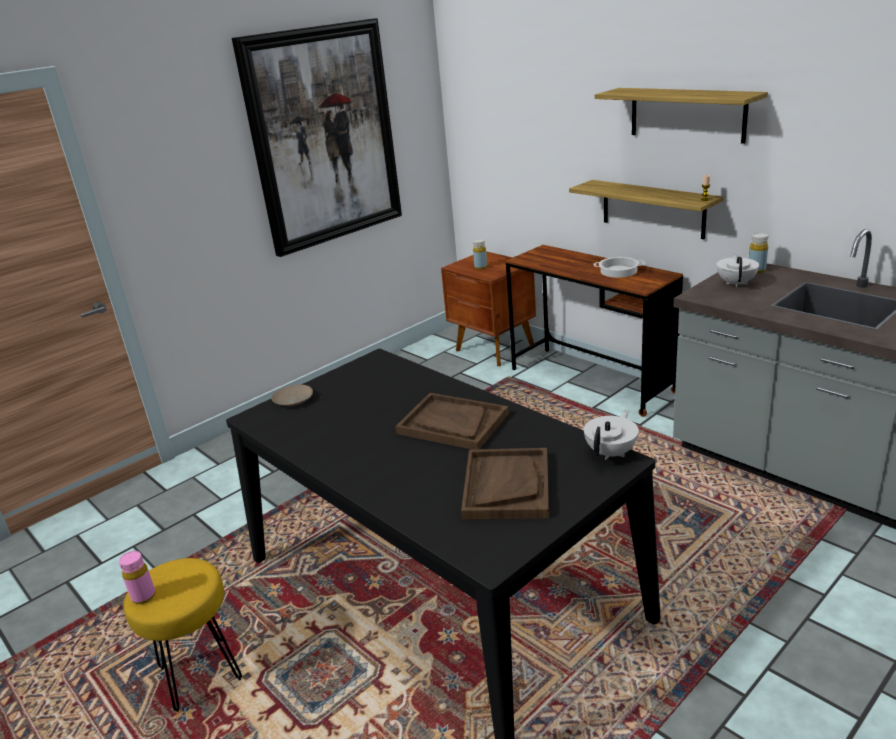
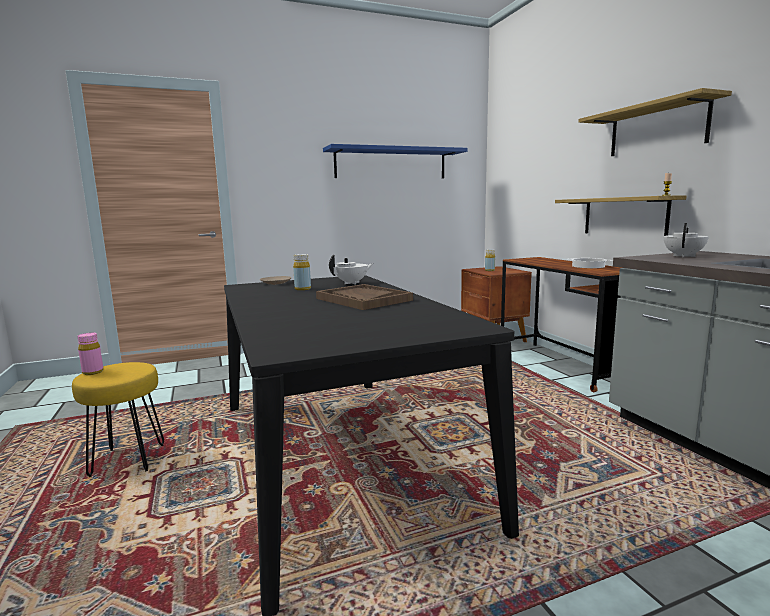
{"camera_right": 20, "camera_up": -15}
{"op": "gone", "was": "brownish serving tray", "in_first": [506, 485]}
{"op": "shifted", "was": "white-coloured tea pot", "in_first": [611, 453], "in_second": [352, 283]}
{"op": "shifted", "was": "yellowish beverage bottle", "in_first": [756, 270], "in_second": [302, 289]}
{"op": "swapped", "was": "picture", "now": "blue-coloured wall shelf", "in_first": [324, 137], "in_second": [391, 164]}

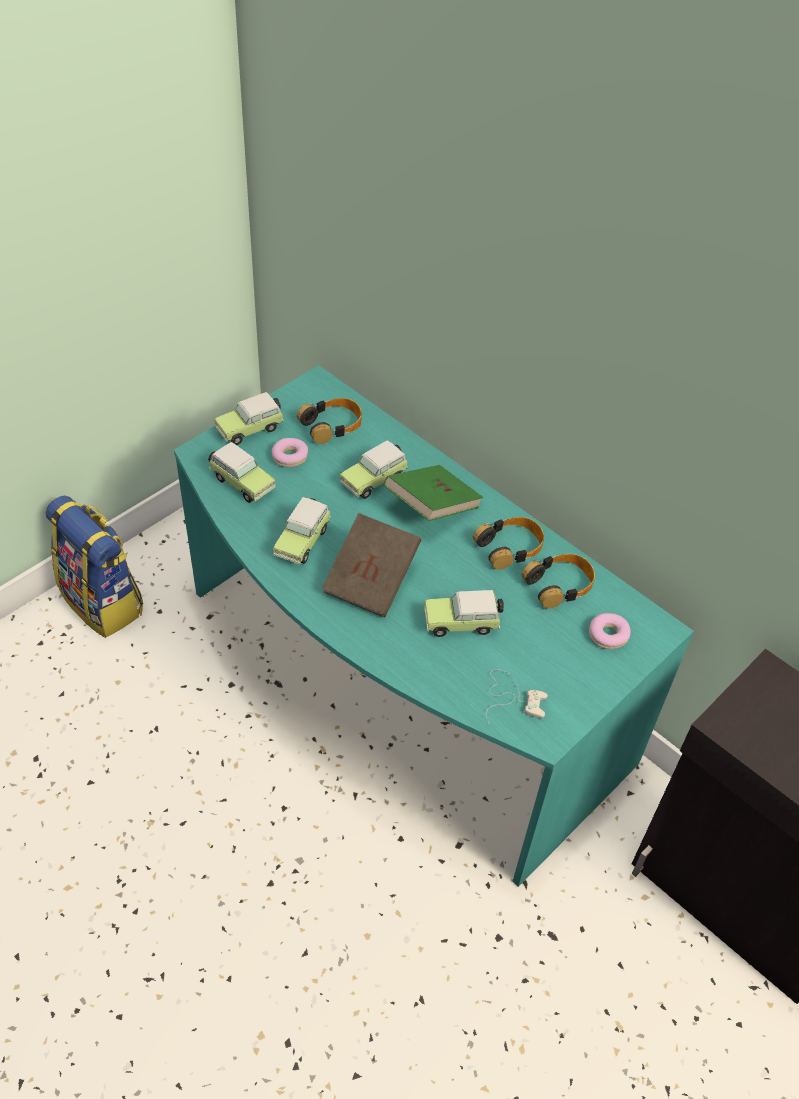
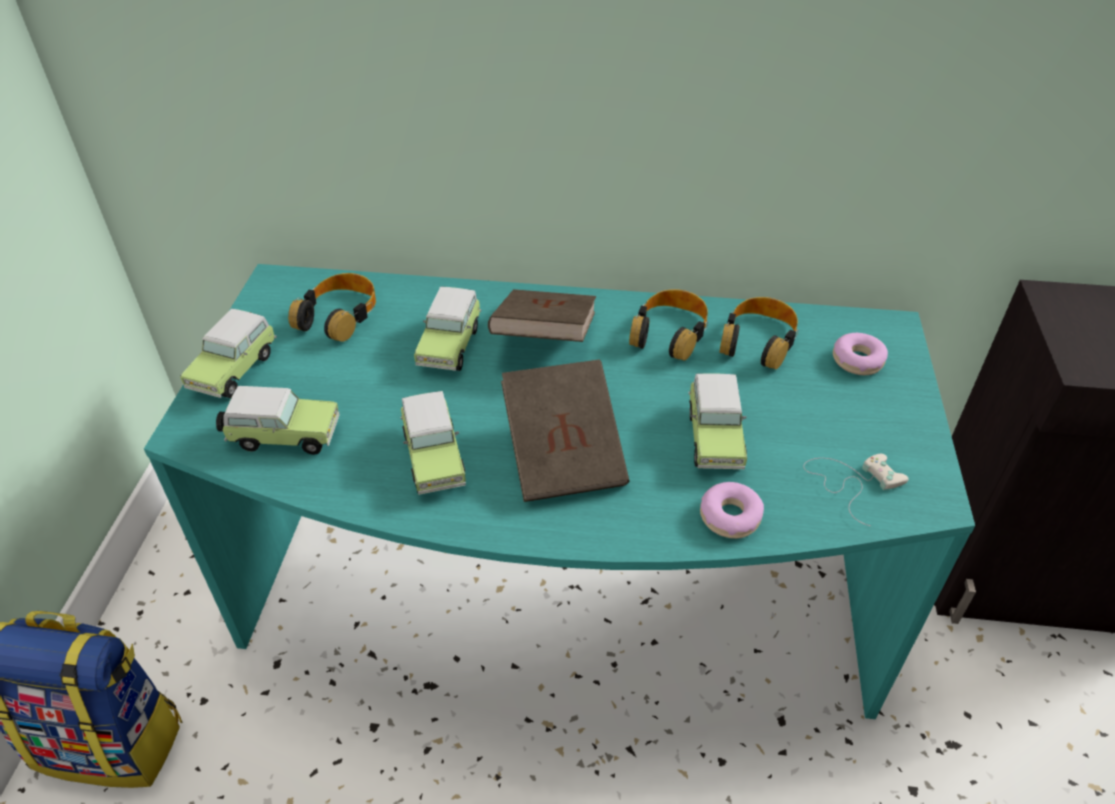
{"camera_right": -35, "camera_up": -5}
{"op": "shifted", "was": "donut", "in_first": [290, 457], "in_second": [730, 516]}
{"op": "repainted", "was": "green bound book", "now": "brownish bound book", "in_first": [432, 506], "in_second": [544, 338]}
{"op": "rotated", "was": "model car", "in_first": [463, 623], "in_second": [714, 436], "clockwise": -45}

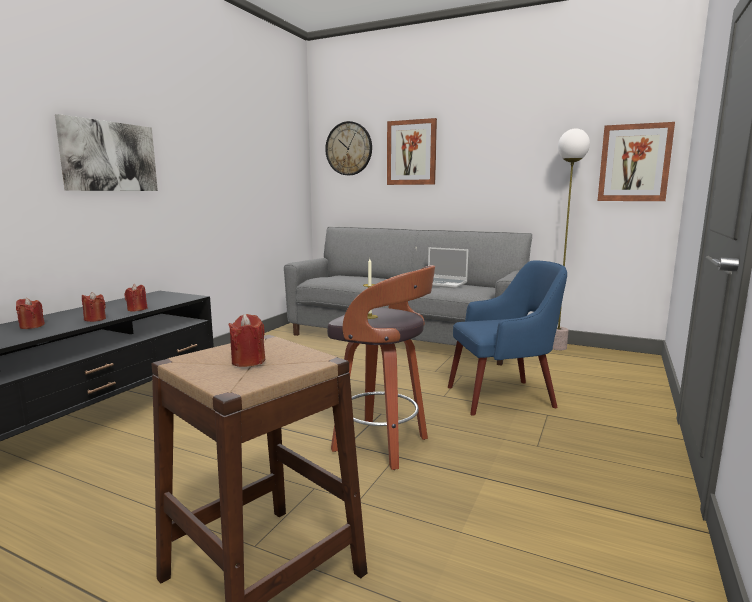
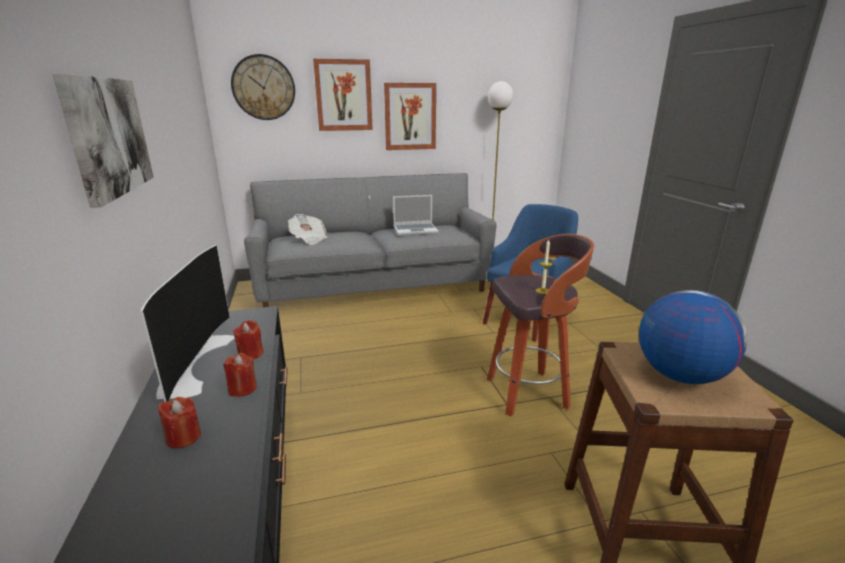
{"camera_right": -40, "camera_up": 10}
{"op": "new", "now": "television", "in_second": [193, 362]}
{"op": "new", "now": "printed paper", "in_second": [308, 239]}
{"op": "shifted", "was": "picture", "in_first": [634, 163], "in_second": [410, 116]}
{"op": "swapped", "was": "red-coloured candle", "now": "globe", "in_first": [248, 361], "in_second": [679, 375]}

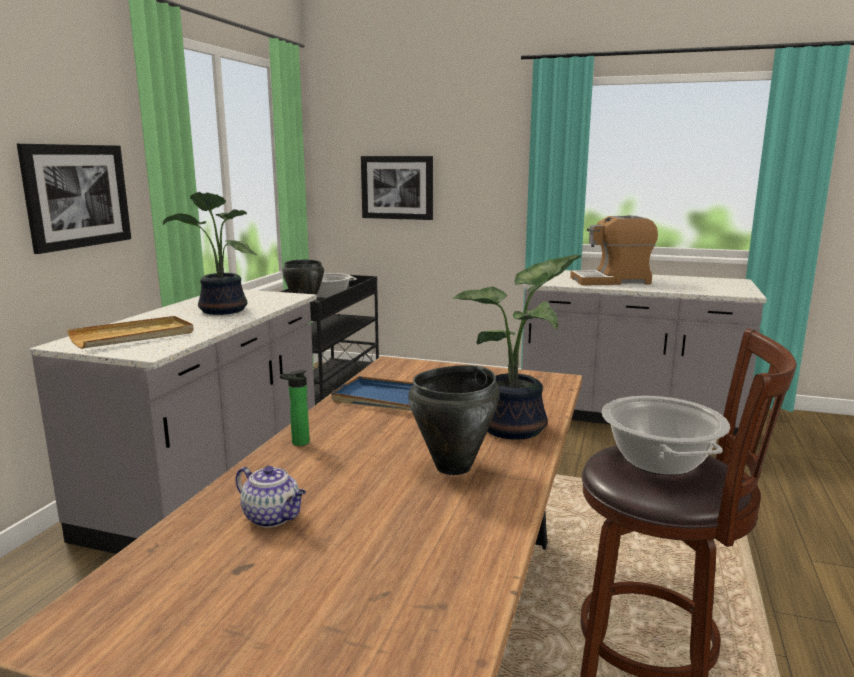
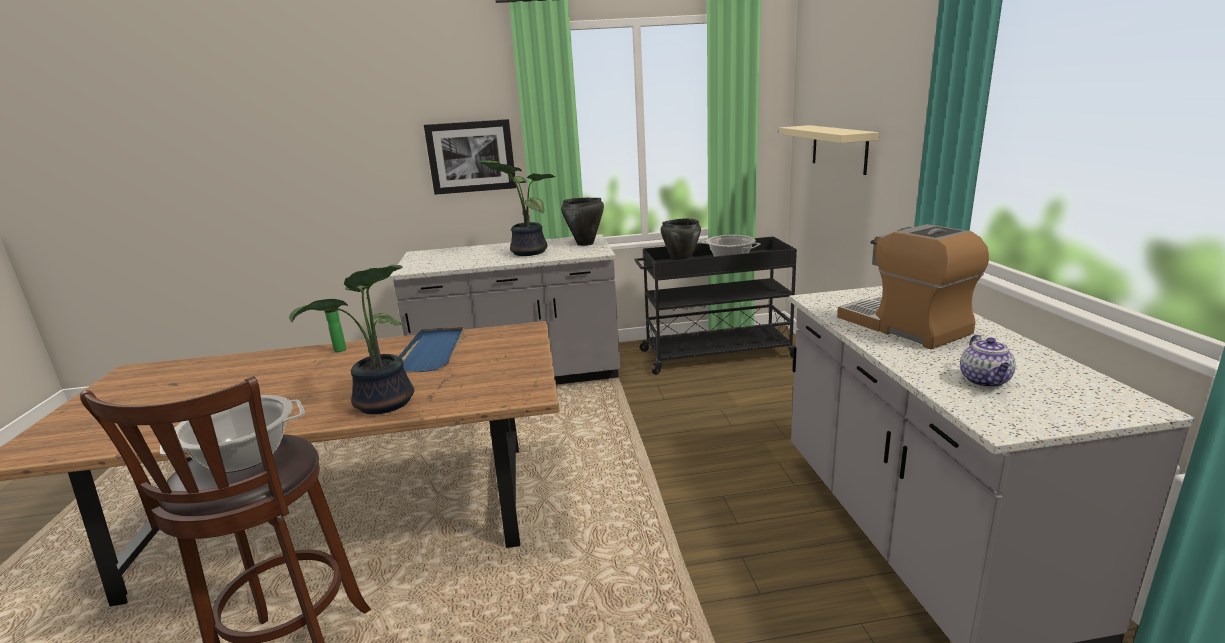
{"camera_right": 65, "camera_up": 5}
{"op": "gone", "was": "beige serving tray", "in_first": [133, 336]}
{"op": "shifted", "was": "tea pot", "in_first": [273, 517], "in_second": [985, 381]}
{"op": "shifted", "was": "blackish saucepot", "in_first": [454, 467], "in_second": [585, 244]}
{"op": "swapped", "was": "picture", "now": "beige wall shelf", "in_first": [397, 187], "in_second": [839, 148]}

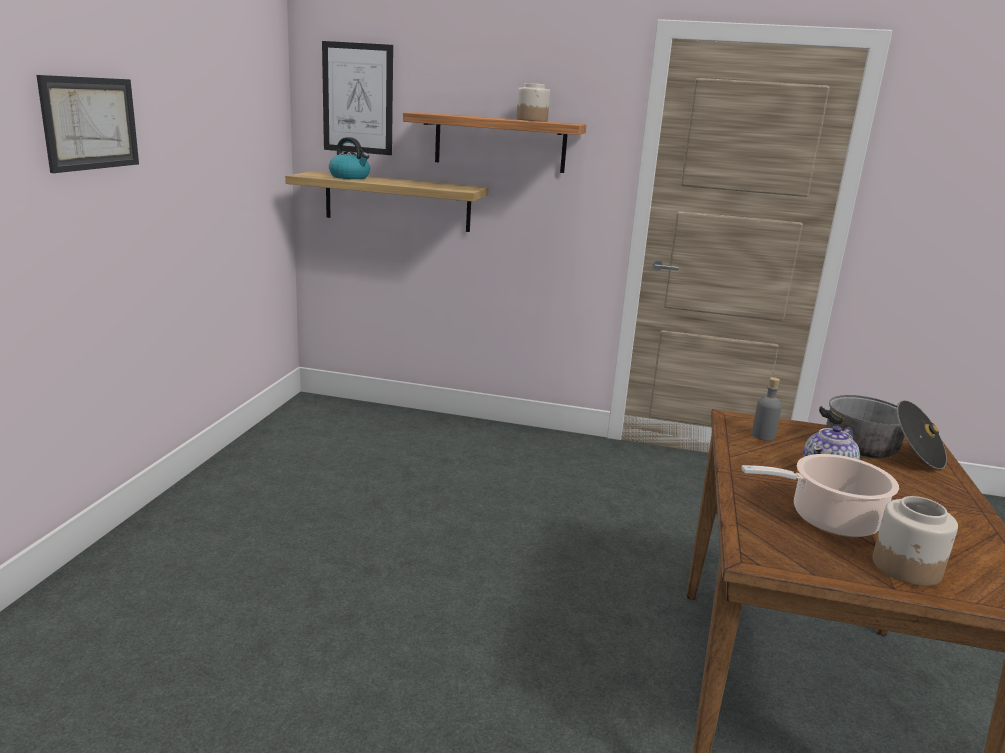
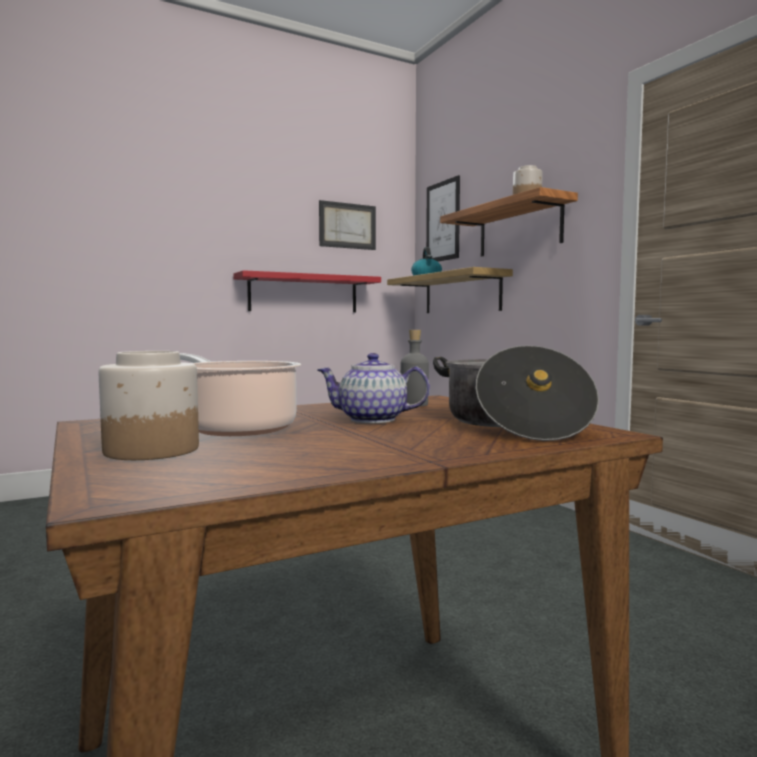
{"camera_right": 50, "camera_up": -15}
{"op": "new", "now": "red-coloured wall shelf", "in_second": [303, 294]}
{"op": "shifted", "was": "picture", "in_first": [90, 123], "in_second": [347, 226]}

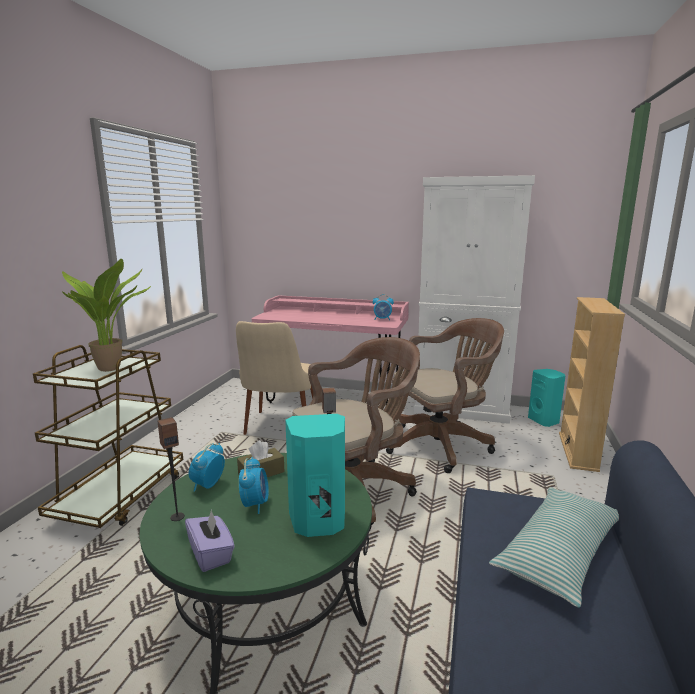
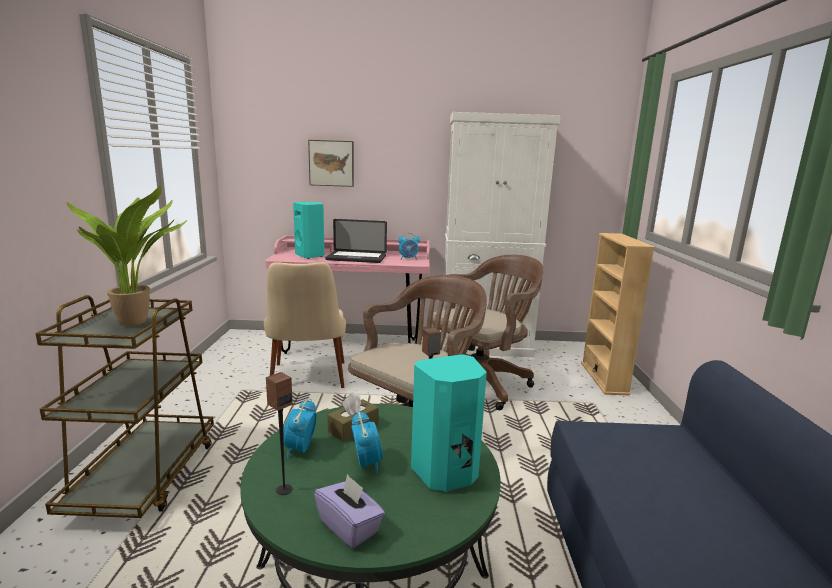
{"camera_right": -15, "camera_up": 0}
{"op": "gone", "was": "cushion", "in_first": [559, 553]}
{"op": "new", "now": "picture", "in_second": [331, 163]}
{"op": "new", "now": "notebook computer", "in_second": [356, 258]}
{"op": "shifted", "was": "blue-green audio speaker", "in_first": [544, 421], "in_second": [310, 256]}

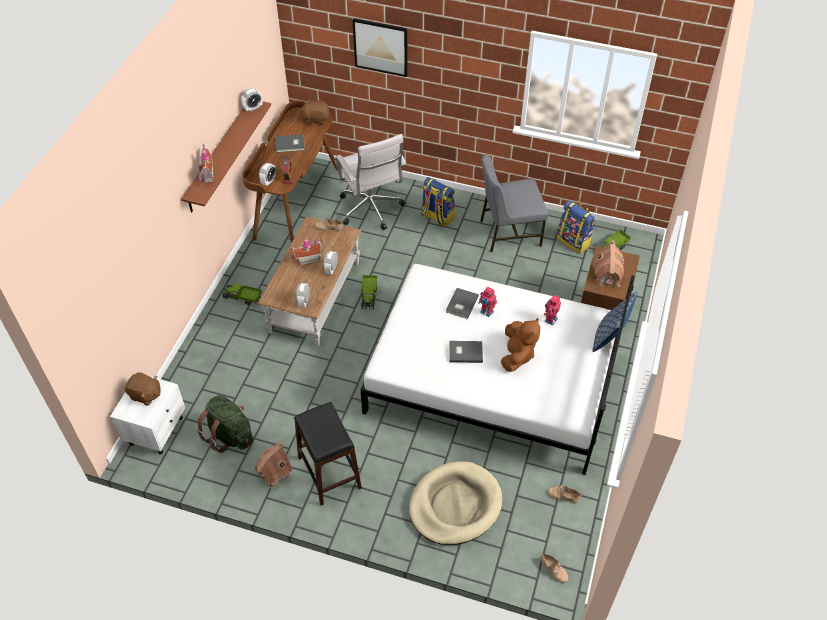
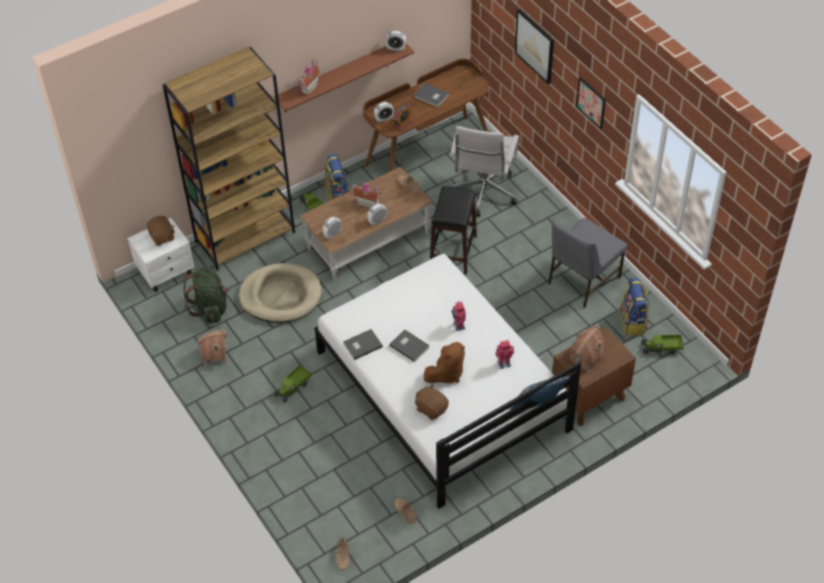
{"camera_right": 40, "camera_up": 0}
{"op": "new", "now": "brownish bookcase", "in_second": [245, 236]}
{"op": "new", "now": "picture", "in_second": [591, 102]}
{"op": "shifted", "was": "blackish sitting stool", "in_first": [329, 472], "in_second": [453, 252]}
{"op": "shifted", "was": "brownish soft toy", "in_first": [316, 119], "in_second": [431, 408]}
{"op": "shifted", "was": "model truck", "in_first": [369, 296], "in_second": [293, 388]}
{"op": "shifted", "was": "beige dog bed", "in_first": [455, 505], "in_second": [281, 296]}
{"op": "shifted", "was": "rucksack", "in_first": [437, 217], "in_second": [337, 197]}
{"op": "shifted", "was": "gray bound book", "in_first": [461, 304], "in_second": [362, 345]}
{"op": "rotated", "was": "gray upright chair", "in_first": [509, 232], "in_second": [582, 280], "clockwise": -75}

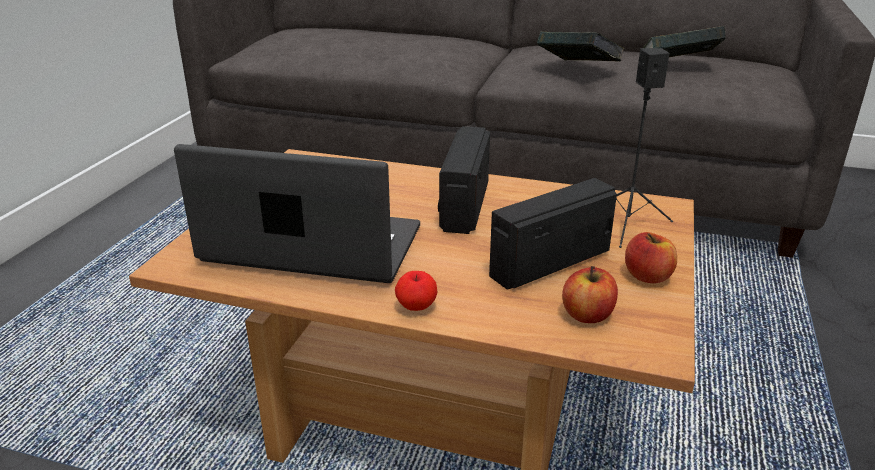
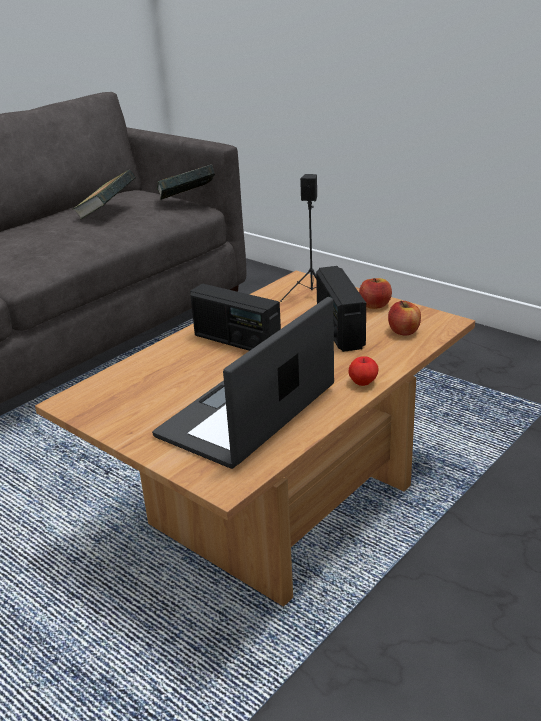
{"camera_right": -65, "camera_up": 0}
{"op": "shifted", "was": "bound book", "in_first": [577, 69], "in_second": [187, 200]}

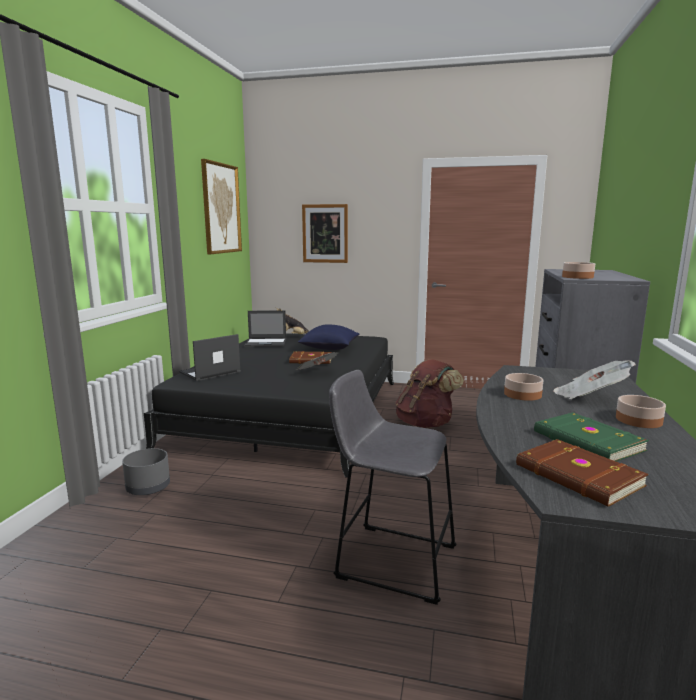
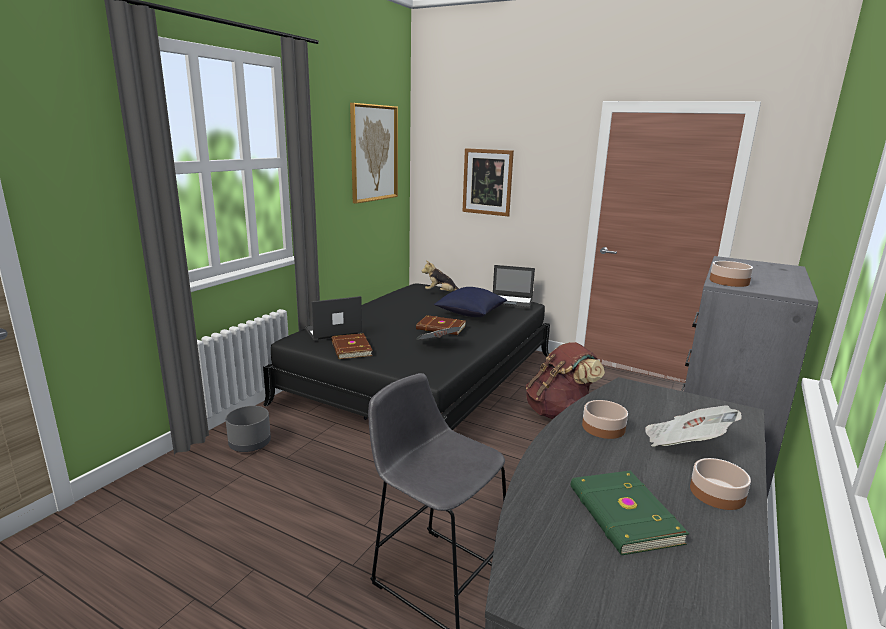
{"camera_right": 15, "camera_up": 5}
{"op": "shifted", "was": "notebook computer", "in_first": [266, 343], "in_second": [511, 302]}
{"op": "shifted", "was": "brownish bound book", "in_first": [578, 476], "in_second": [350, 349]}

